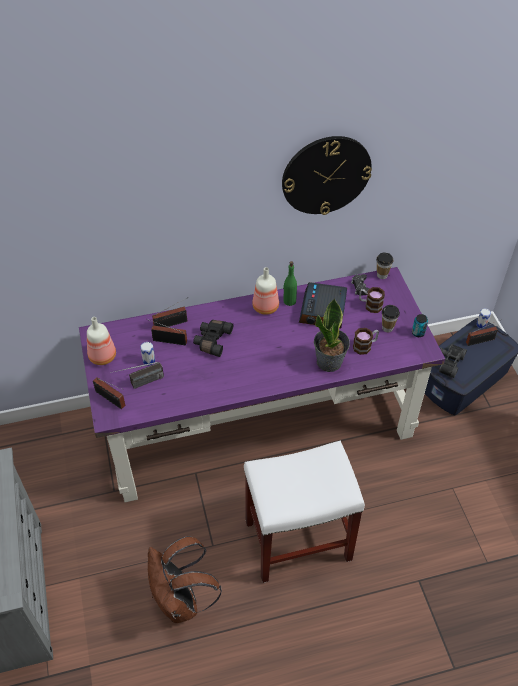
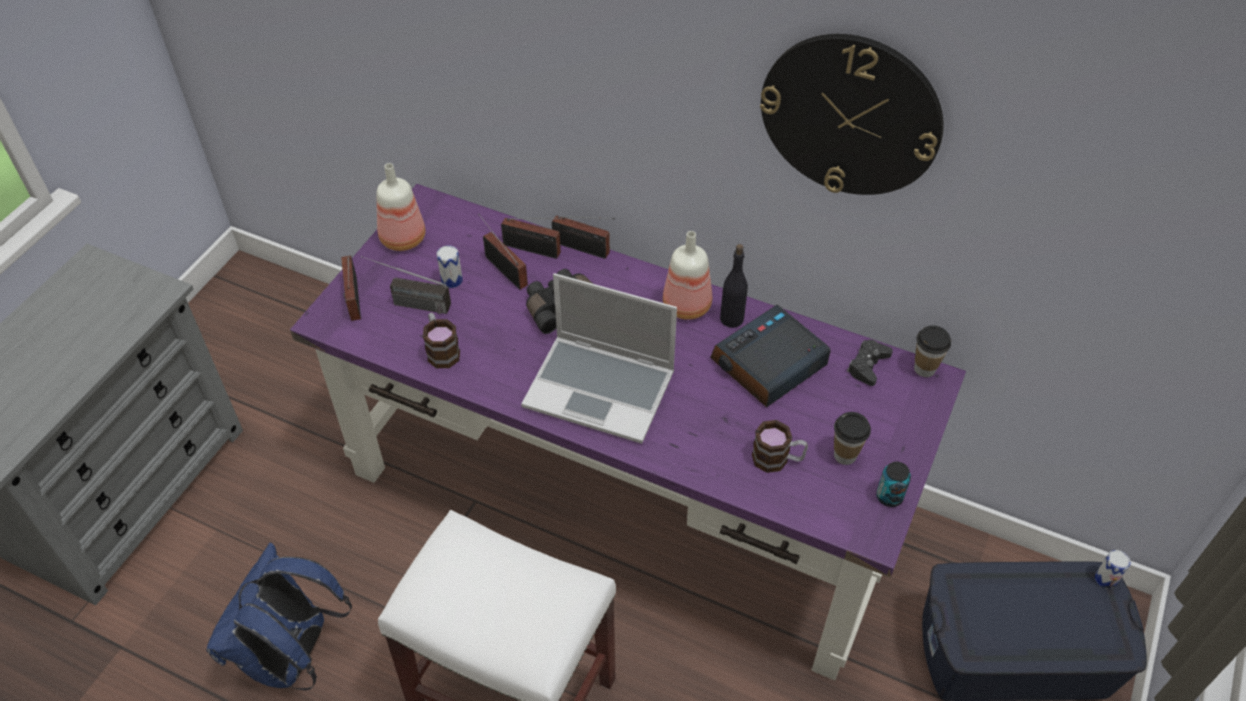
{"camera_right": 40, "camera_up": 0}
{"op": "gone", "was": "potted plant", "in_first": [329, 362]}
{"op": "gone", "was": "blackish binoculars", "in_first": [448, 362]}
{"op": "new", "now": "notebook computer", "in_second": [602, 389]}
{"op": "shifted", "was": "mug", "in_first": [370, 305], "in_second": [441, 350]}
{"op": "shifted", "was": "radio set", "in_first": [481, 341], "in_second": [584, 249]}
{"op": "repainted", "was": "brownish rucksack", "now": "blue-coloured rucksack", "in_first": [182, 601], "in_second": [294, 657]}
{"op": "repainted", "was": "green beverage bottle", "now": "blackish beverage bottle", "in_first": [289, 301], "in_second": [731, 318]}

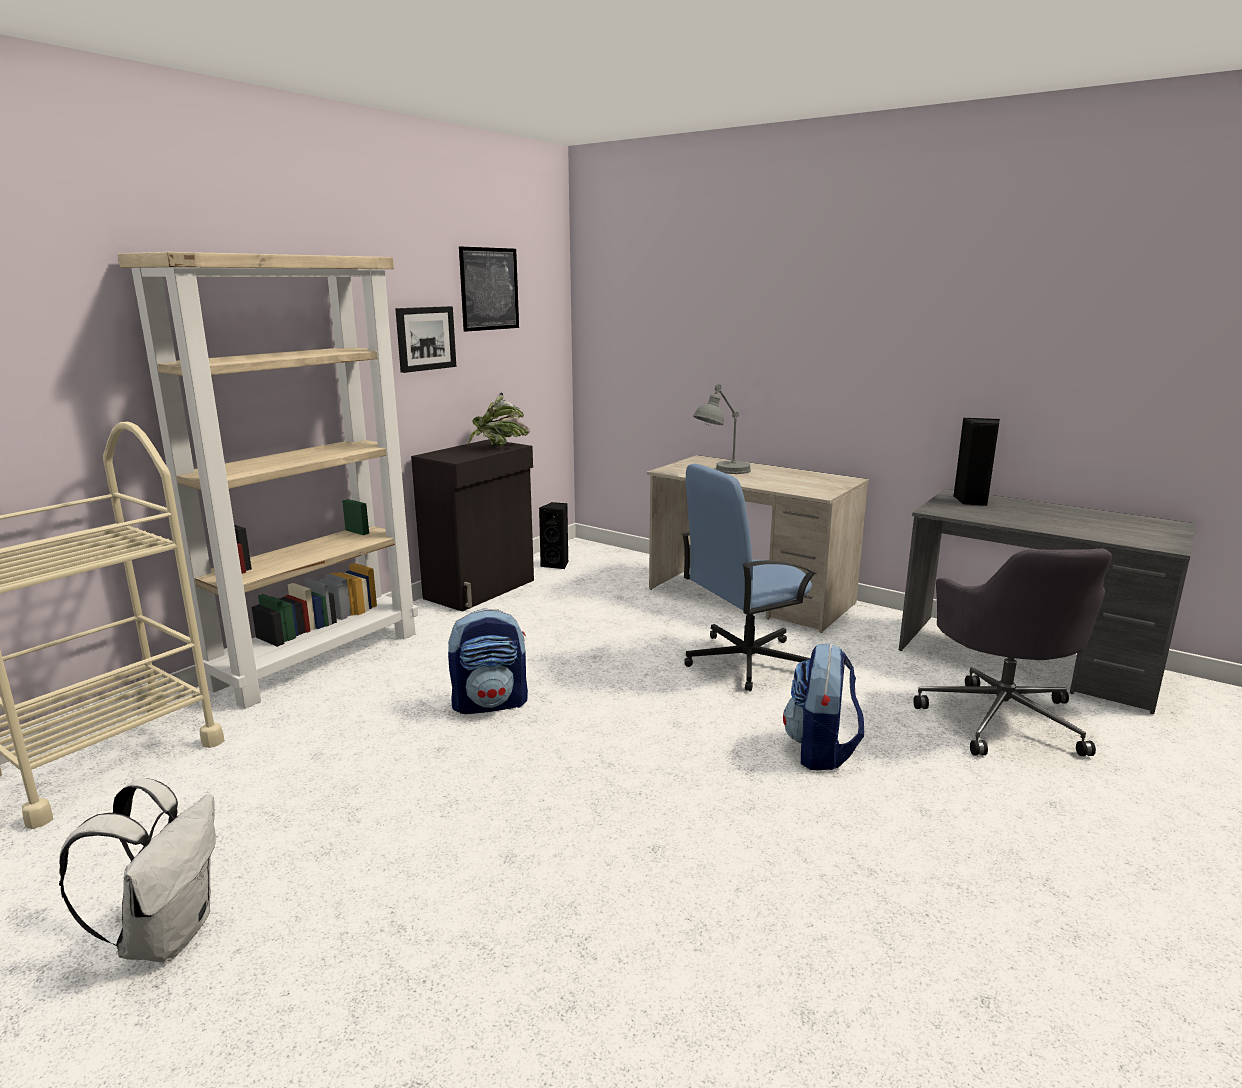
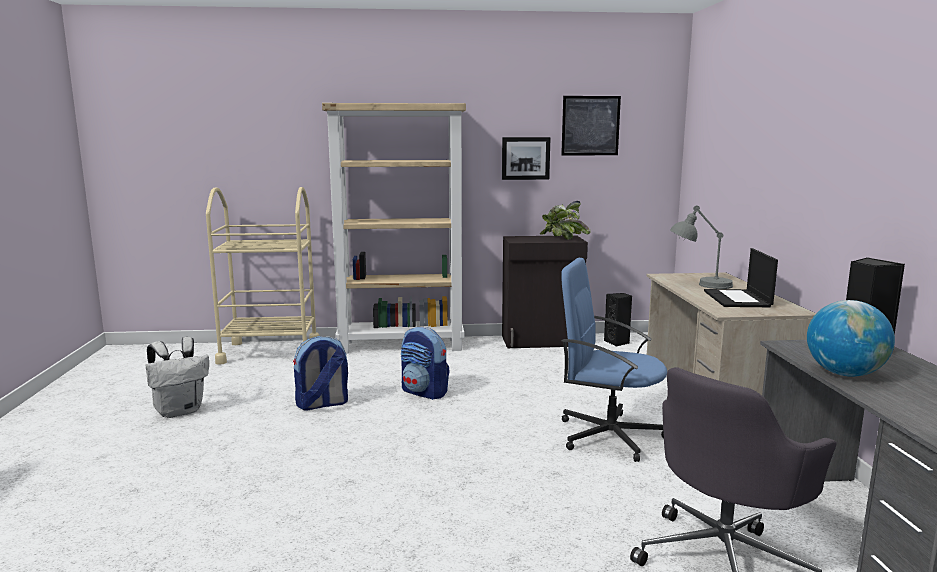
{"camera_right": 50, "camera_up": -5}
{"op": "new", "now": "notebook computer", "in_second": [738, 299]}
{"op": "new", "now": "globe", "in_second": [844, 374]}
{"op": "shifted", "was": "rucksack", "in_first": [821, 751], "in_second": [322, 404]}

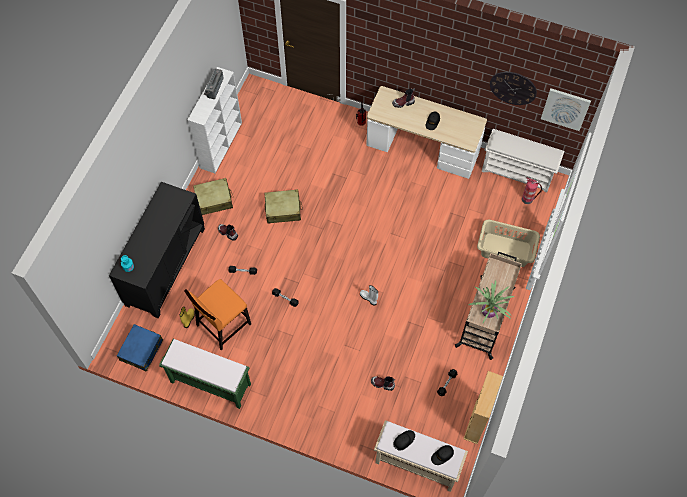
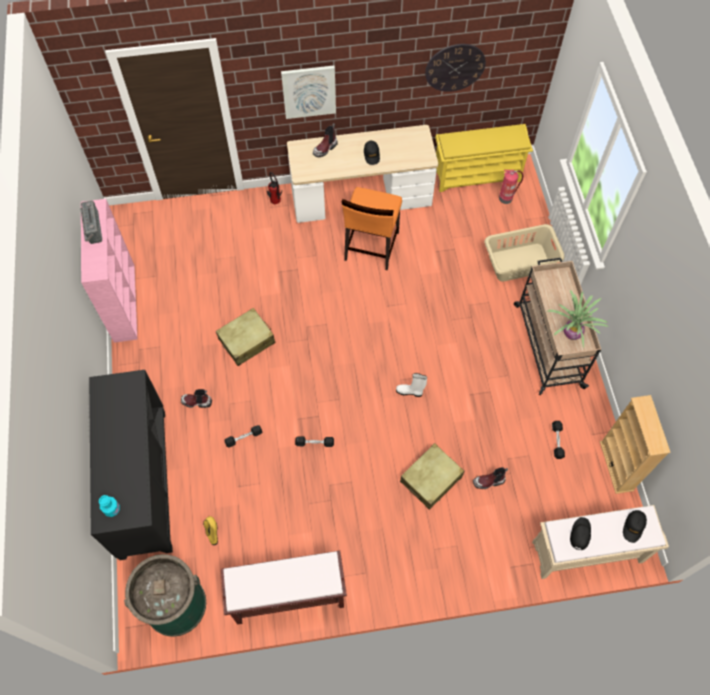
{"camera_right": -30, "camera_up": 0}
{"op": "shifted", "was": "orange-coloured upright chair", "in_first": [223, 325], "in_second": [371, 246]}
{"op": "shifted", "was": "beige travel case", "in_first": [214, 200], "in_second": [431, 479]}
{"op": "shifted", "was": "picture", "in_first": [565, 109], "in_second": [309, 91]}
{"op": "swapped", "was": "blue-coloured travel case", "now": "green trash can", "in_first": [141, 350], "in_second": [175, 604]}
{"op": "repainted", "was": "green bench", "now": "brownish bench", "in_first": [209, 383], "in_second": [287, 597]}
{"op": "repainted", "was": "white-coloured bookcase", "now": "pink bookcase", "in_first": [221, 144], "in_second": [124, 302]}
{"op": "repainted", "was": "white-coloured shoe stand", "now": "yellowish shoe stand", "in_first": [518, 172], "in_second": [477, 175]}

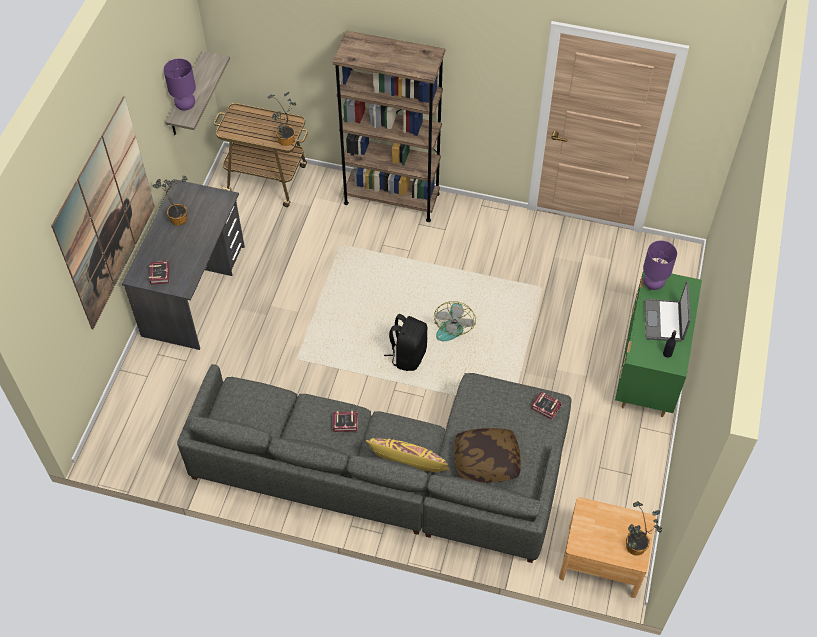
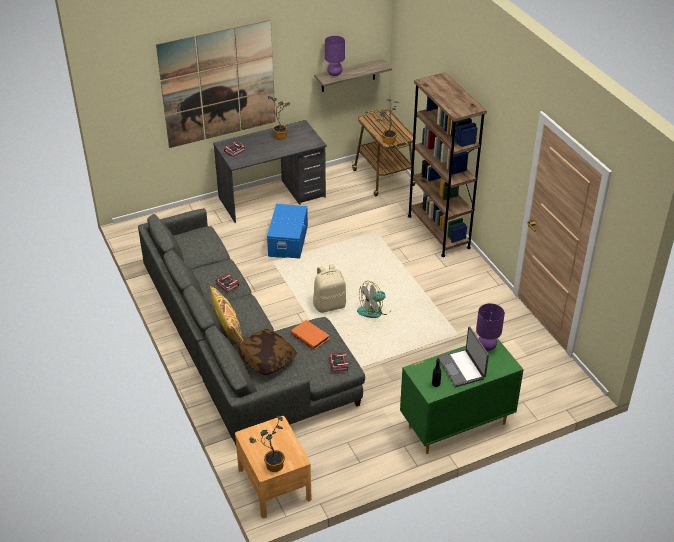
{"camera_right": 50, "camera_up": -15}
{"op": "new", "now": "blue-coloured storage box", "in_second": [289, 240]}
{"op": "new", "now": "orange-coloured bound book", "in_second": [310, 336]}
{"op": "repainted", "was": "blackish rucksack", "now": "beige rucksack", "in_first": [408, 355], "in_second": [329, 305]}
{"op": "rotated", "was": "notebook computer", "in_first": [664, 321], "in_second": [462, 368], "clockwise": -75}

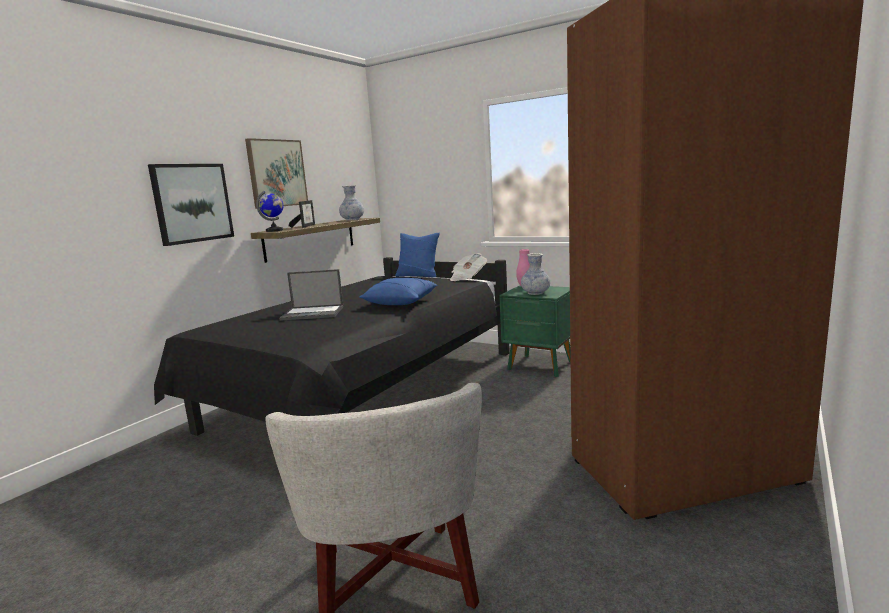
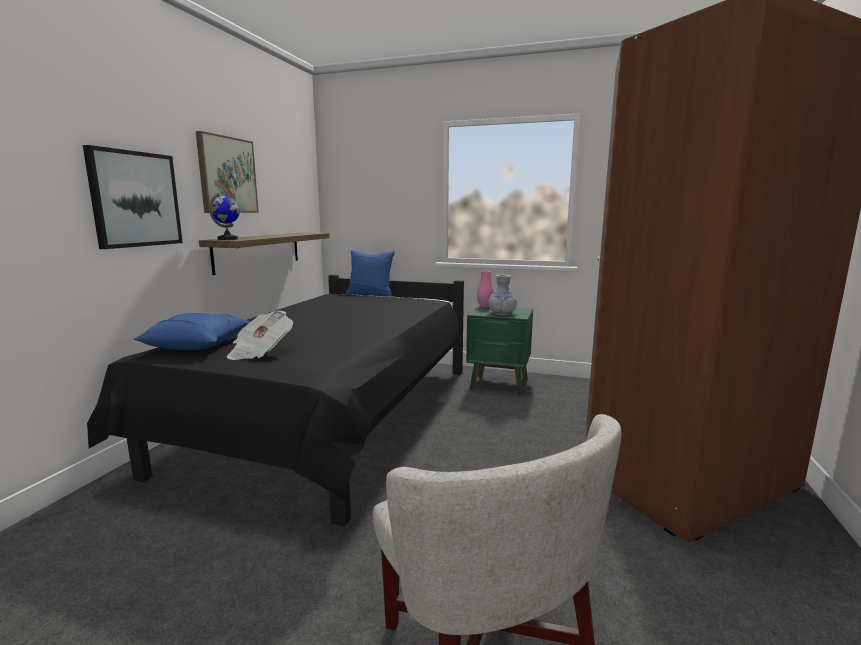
{"camera_right": -15, "camera_up": 0}
{"op": "gone", "was": "notebook computer", "in_first": [313, 313]}
{"op": "gone", "was": "picture frame", "in_first": [305, 226]}
{"op": "gone", "was": "decorative vase", "in_first": [352, 220]}
{"op": "shifted", "was": "blue-coloured cushion", "in_first": [401, 302], "in_second": [198, 345]}
{"op": "shifted", "was": "printed paper", "in_first": [467, 278], "in_second": [260, 352]}

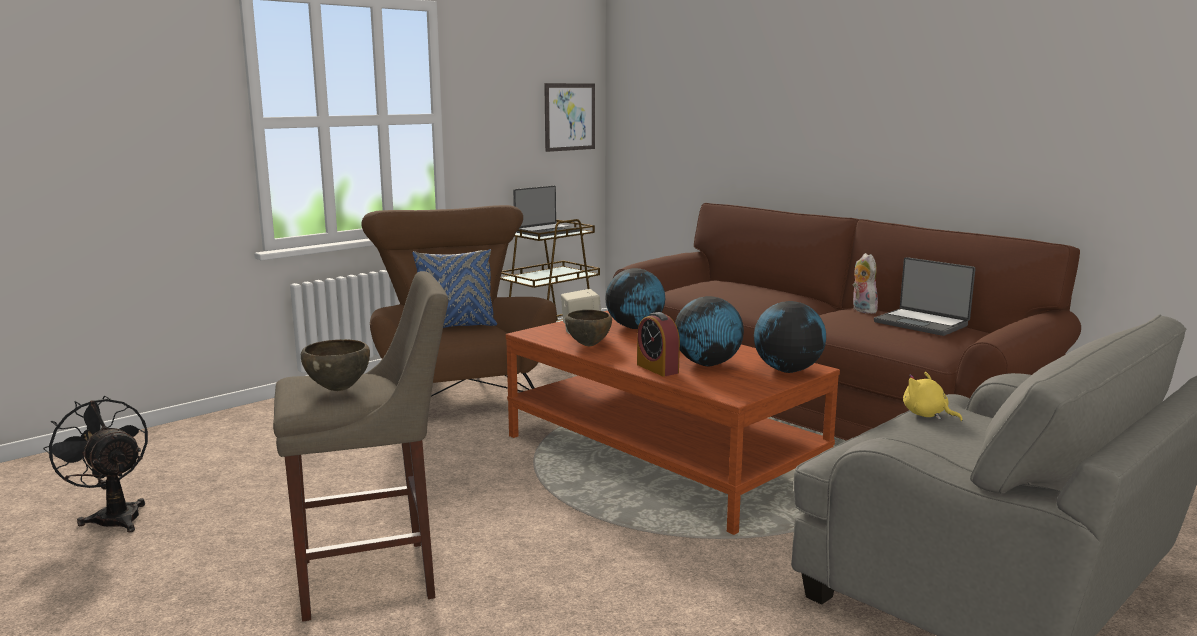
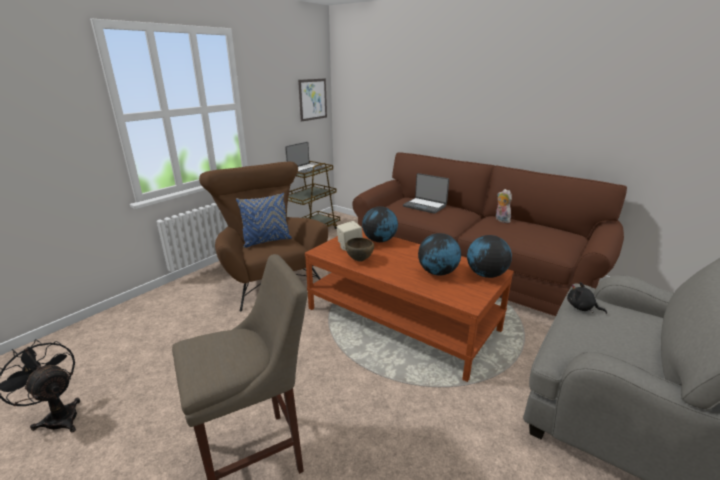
{"camera_right": -10, "camera_up": 10}
{"op": "gone", "was": "brownish serving bowl", "in_first": [339, 389]}
{"op": "gone", "was": "bedside clock", "in_first": [657, 368]}
{"op": "shifted", "was": "notebook computer", "in_first": [922, 323], "in_second": [425, 206]}
{"op": "repainted", "was": "yellowish soft toy", "now": "blackish soft toy", "in_first": [927, 415], "in_second": [581, 308]}

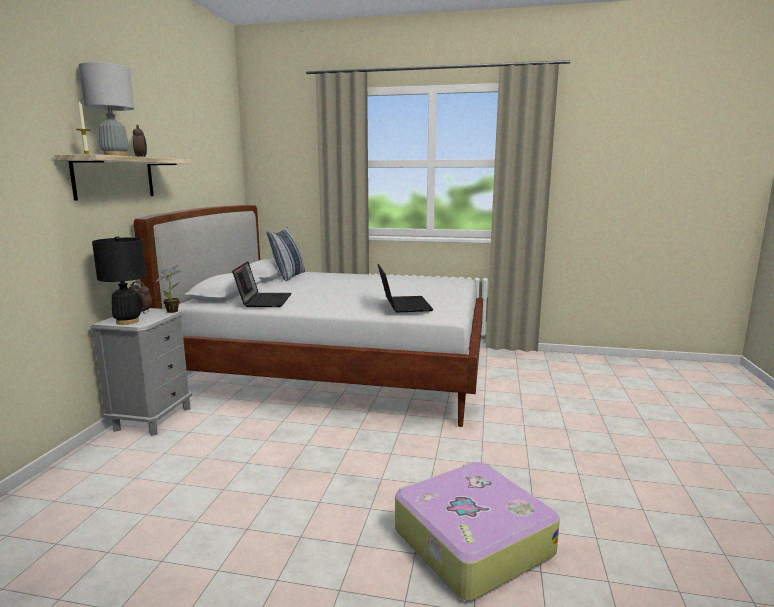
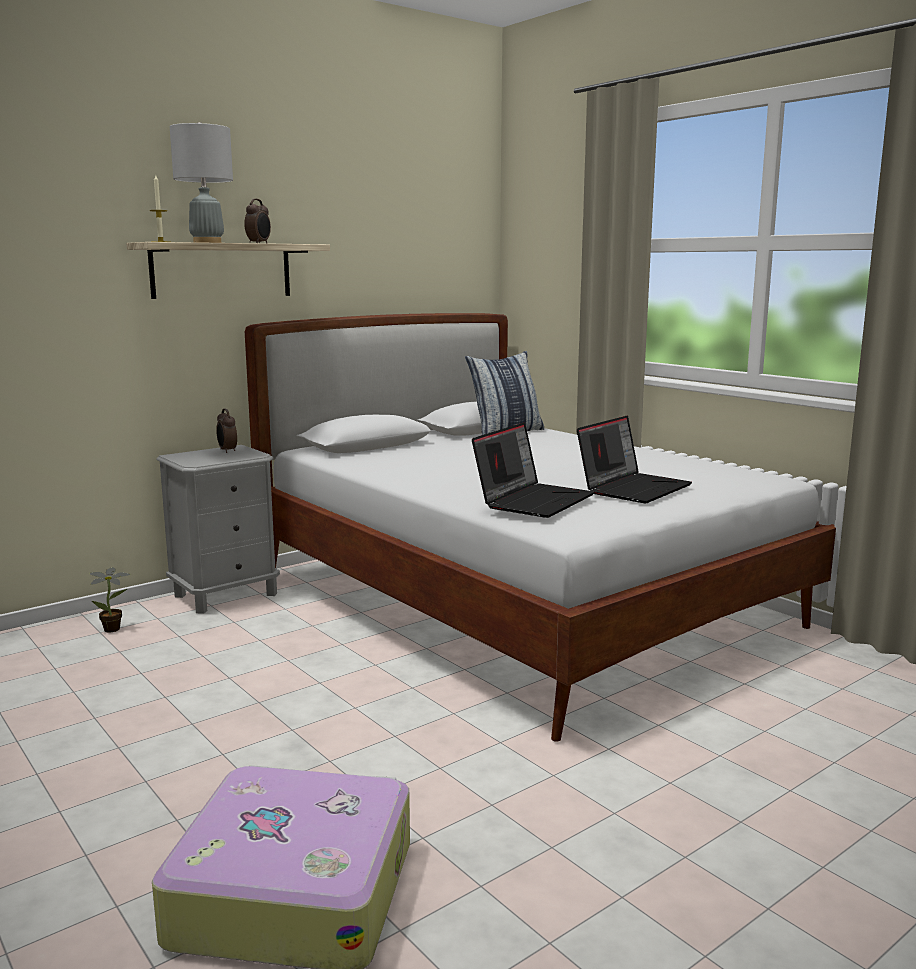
{"camera_right": 40, "camera_up": 0}
{"op": "gone", "was": "blackish tabletop lamp", "in_first": [127, 322]}
{"op": "shifted", "was": "potted plant", "in_first": [174, 311], "in_second": [115, 629]}
{"op": "shifted", "was": "notebook computer", "in_first": [264, 300], "in_second": [633, 488]}

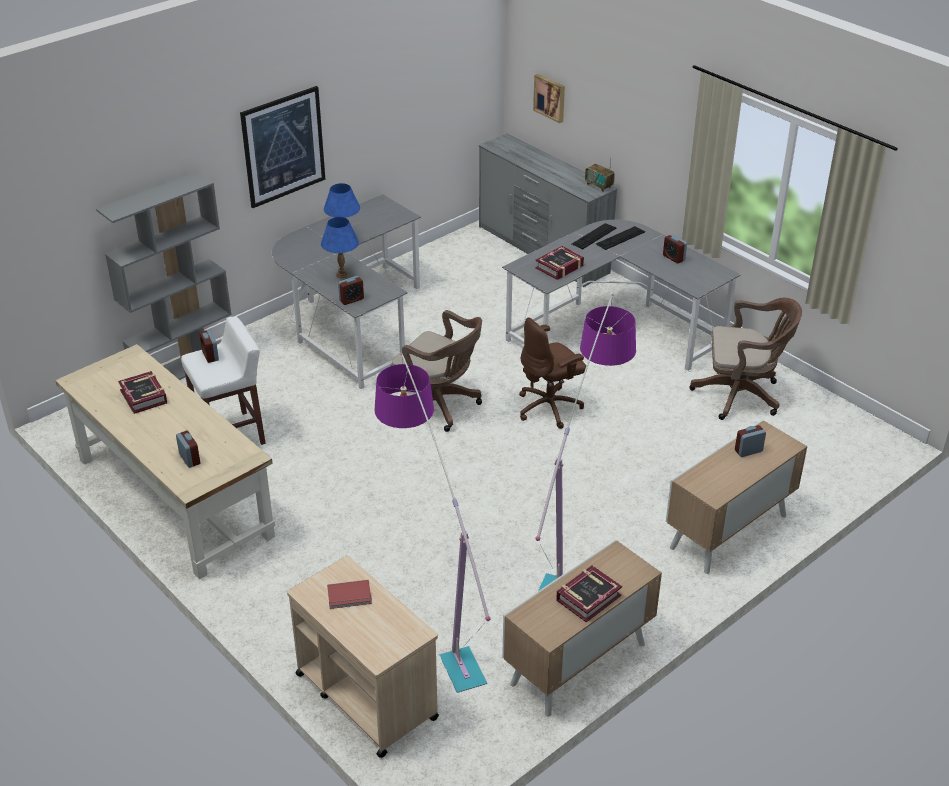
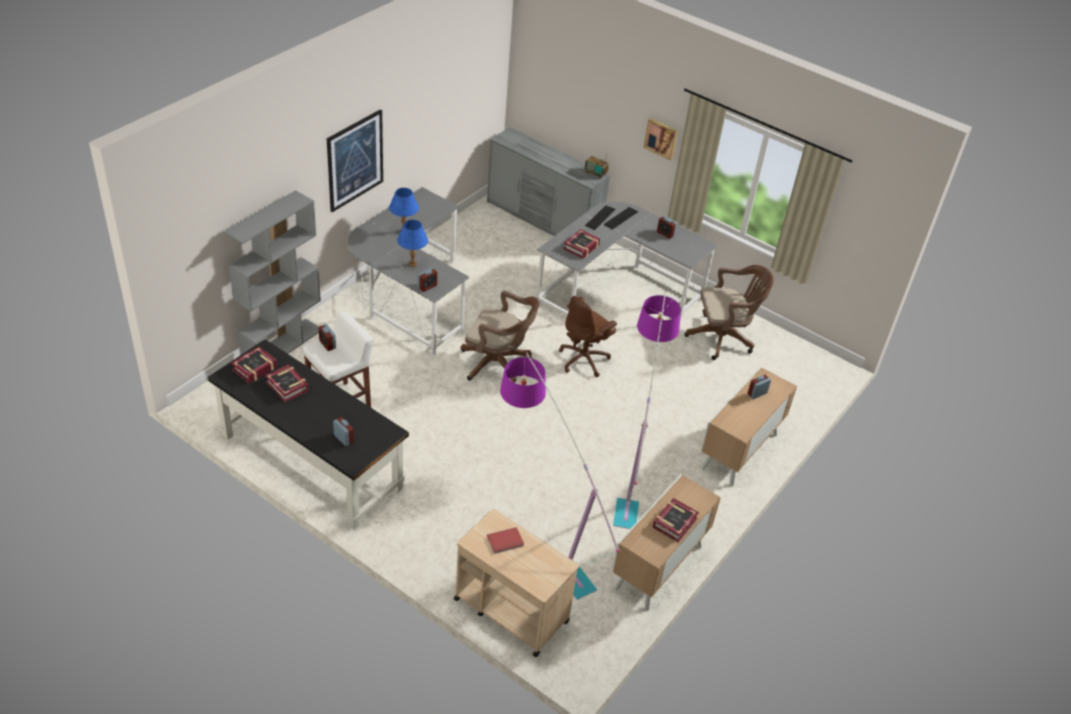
{"camera_right": -15, "camera_up": 5}
{"op": "new", "now": "bound book", "in_second": [254, 368]}
{"op": "shifted", "was": "picture", "in_first": [550, 97], "in_second": [661, 138]}
{"op": "repainted", "was": "beige desk", "now": "blackish desk", "in_first": [173, 496], "in_second": [310, 461]}

